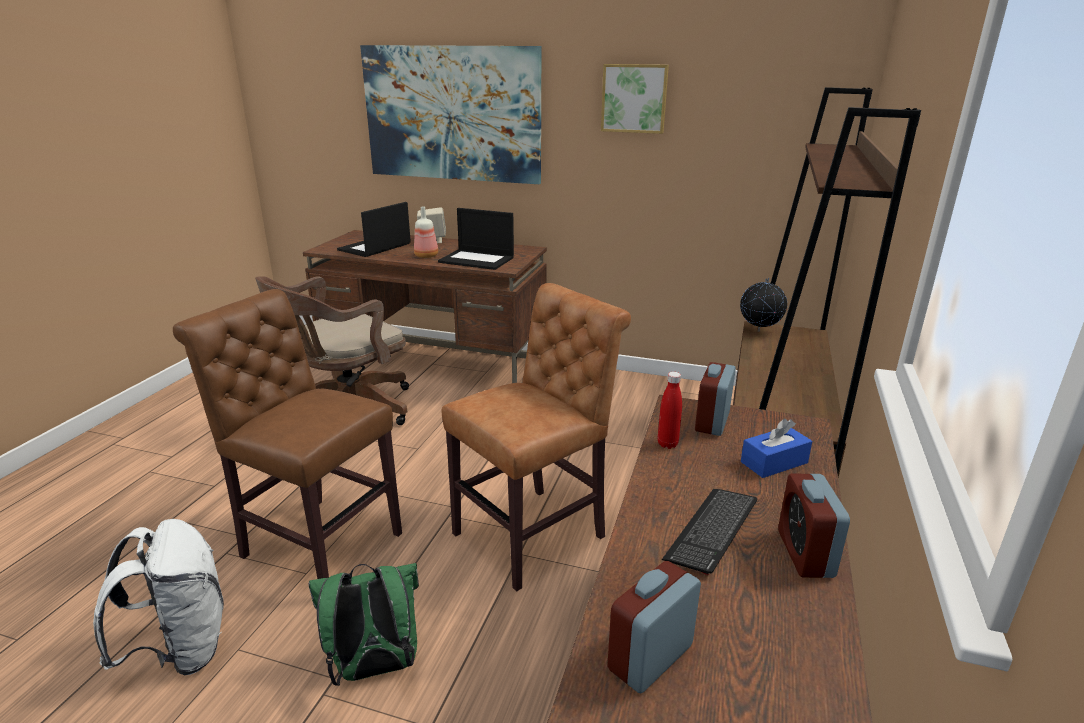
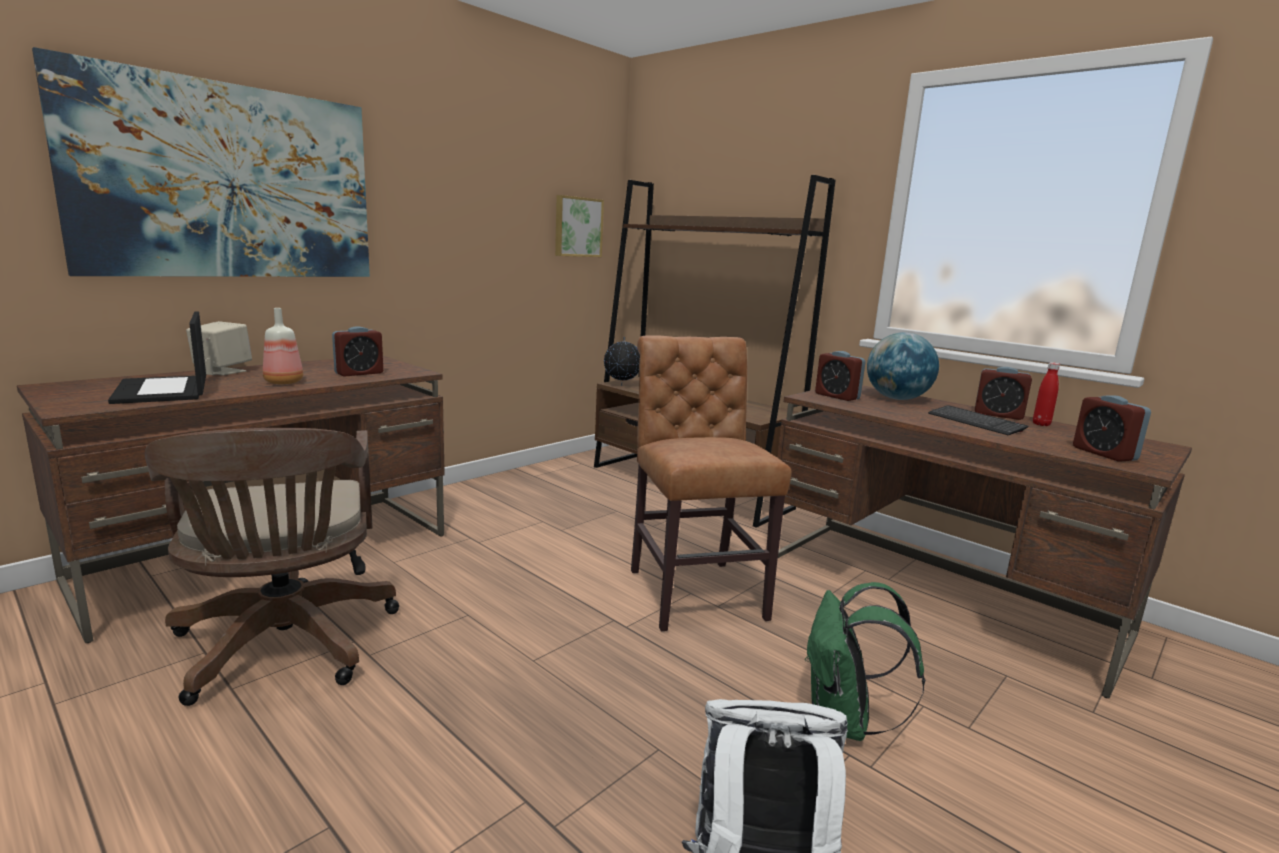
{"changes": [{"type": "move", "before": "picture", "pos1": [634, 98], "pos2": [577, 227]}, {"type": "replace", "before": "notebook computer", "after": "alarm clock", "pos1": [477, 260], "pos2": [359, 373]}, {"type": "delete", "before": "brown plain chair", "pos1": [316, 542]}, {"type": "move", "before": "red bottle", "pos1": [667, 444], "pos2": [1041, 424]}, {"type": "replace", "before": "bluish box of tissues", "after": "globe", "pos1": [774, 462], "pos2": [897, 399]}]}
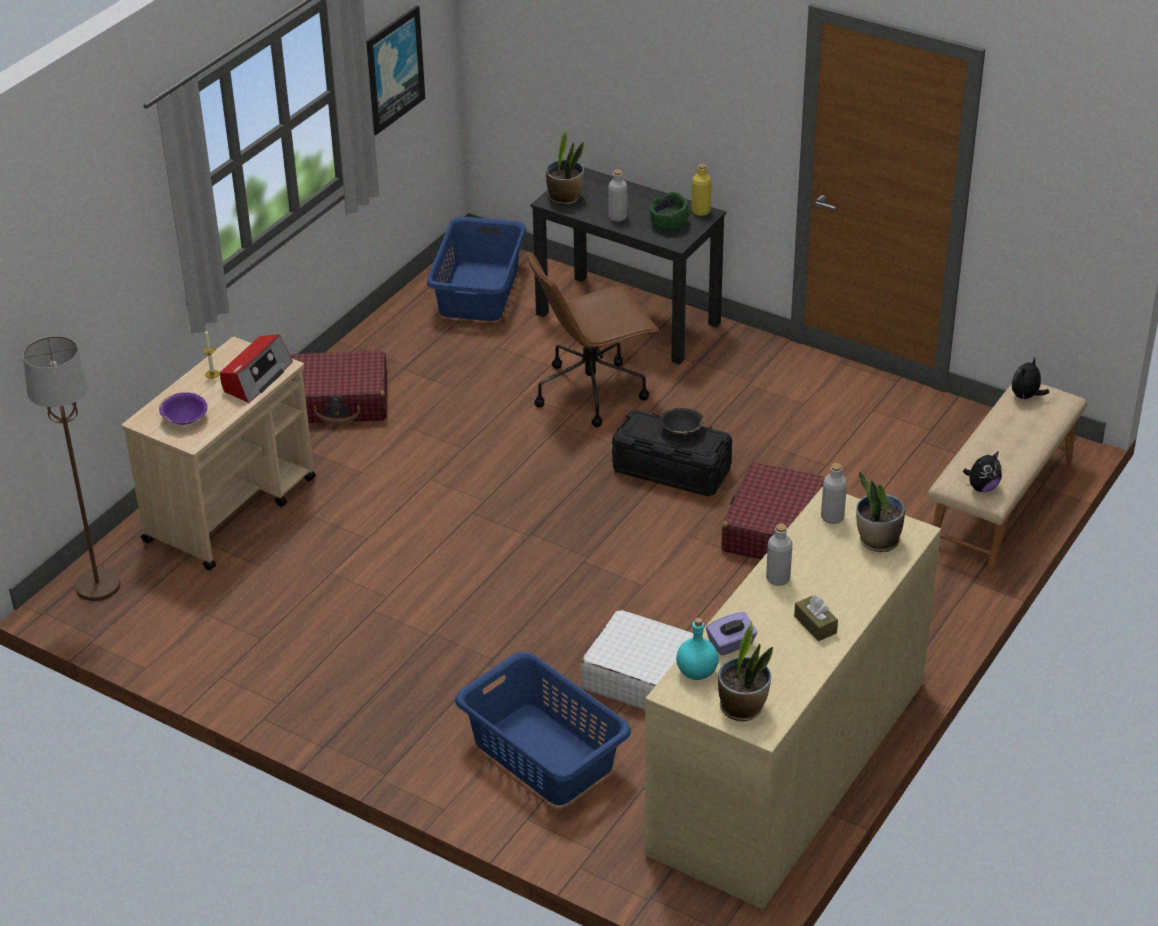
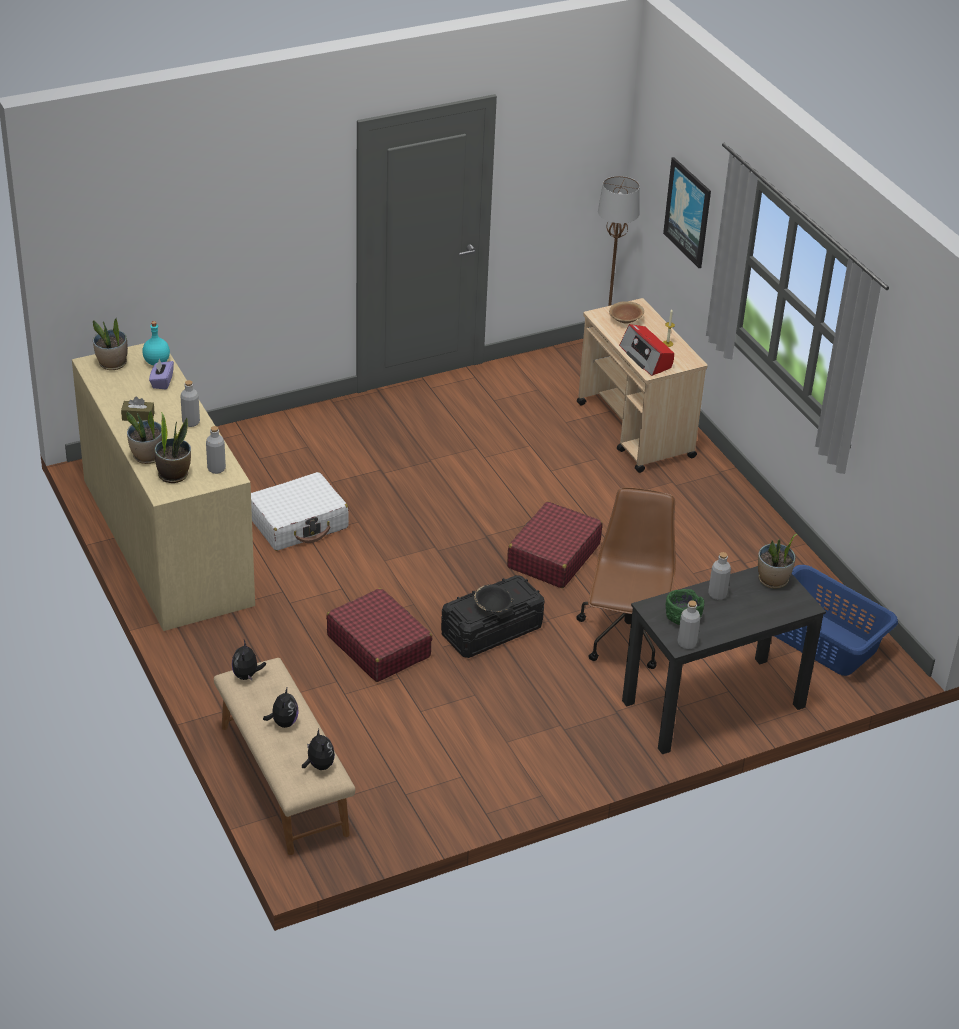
{"changes": [{"type": "move", "before": "picture", "pos1": [393, 69], "pos2": [688, 212]}, {"type": "recolor", "before": "yellow bottle", "after": "gray bottle", "pos1": [701, 211], "pos2": [686, 643]}, {"type": "move", "before": "red travel case", "pos1": [340, 401], "pos2": [553, 556]}, {"type": "recolor", "before": "purple-coloured bowl", "after": "brown bowl", "pos1": [185, 419], "pos2": [625, 319]}, {"type": "delete", "before": "bluish laundry basket", "pos1": [543, 755]}, {"type": "insert", "after": "houseplant", "pos2": [147, 456]}, {"type": "insert", "after": "plush toy", "pos2": [283, 722]}]}
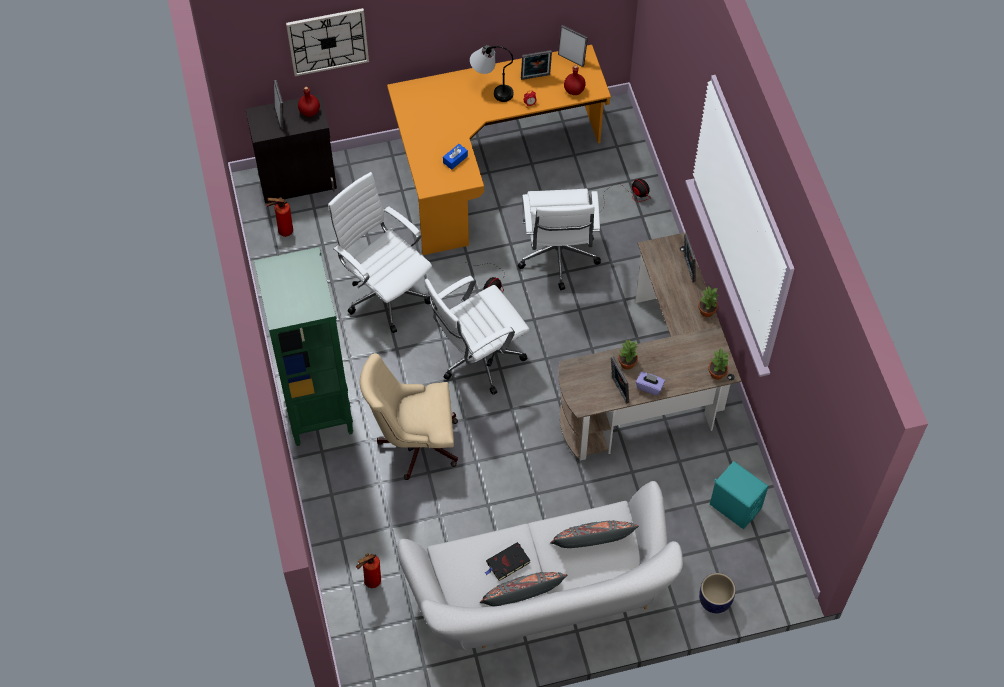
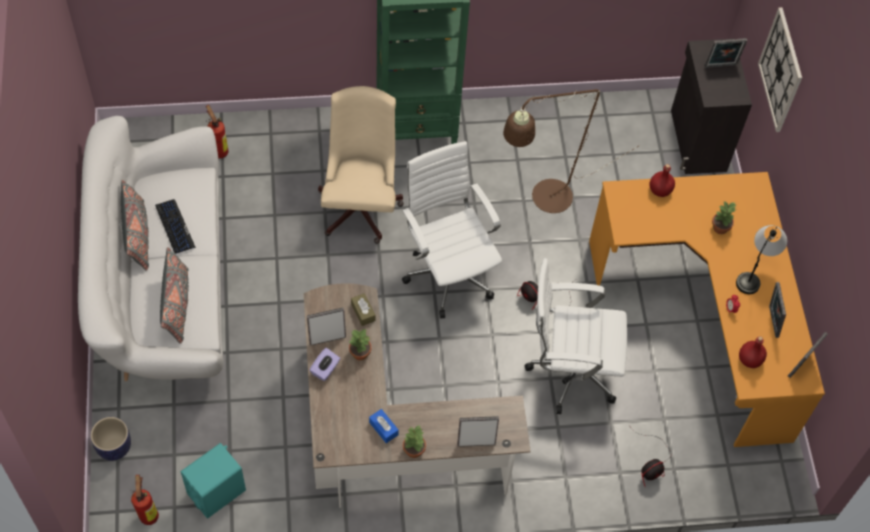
{"changes": [{"type": "move", "before": "red bottle", "pos1": [309, 112], "pos2": [660, 190]}, {"type": "move", "before": "bluish box of tissues", "pos1": [455, 159], "pos2": [383, 428]}, {"type": "replace", "before": "white-coloured computer chair", "after": "brown standard lamp", "pos1": [385, 293], "pos2": [543, 201]}, {"type": "move", "before": "extinguisher", "pos1": [283, 231], "pos2": [149, 514]}, {"type": "move", "before": "houseplant", "pos1": [717, 373], "pos2": [720, 228]}, {"type": "replace", "before": "black-coloured book", "after": "PC keyboard", "pos1": [507, 563], "pos2": [174, 227]}, {"type": "insert", "after": "brown box of tissues", "pos2": [363, 312]}]}
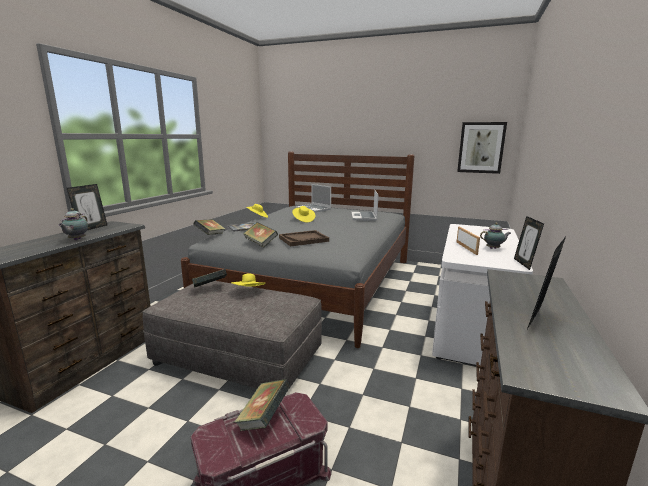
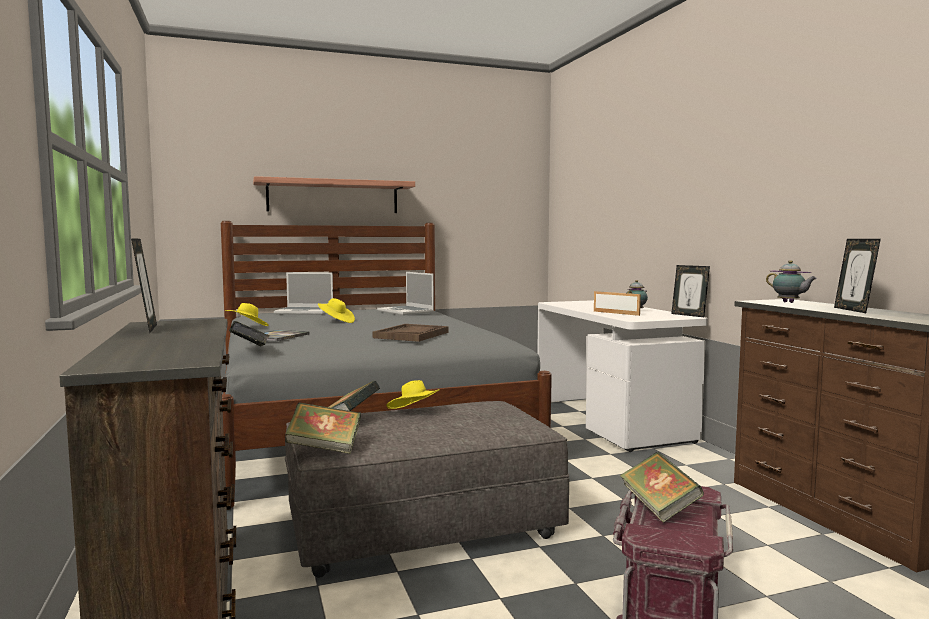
{"changes": [{"type": "delete", "before": "picture", "pos1": [481, 147]}, {"type": "move", "before": "tea pot", "pos1": [76, 240], "pos2": [789, 302]}, {"type": "move", "before": "book", "pos1": [260, 243], "pos2": [324, 448]}, {"type": "insert", "after": "shelf", "pos2": [333, 197]}]}
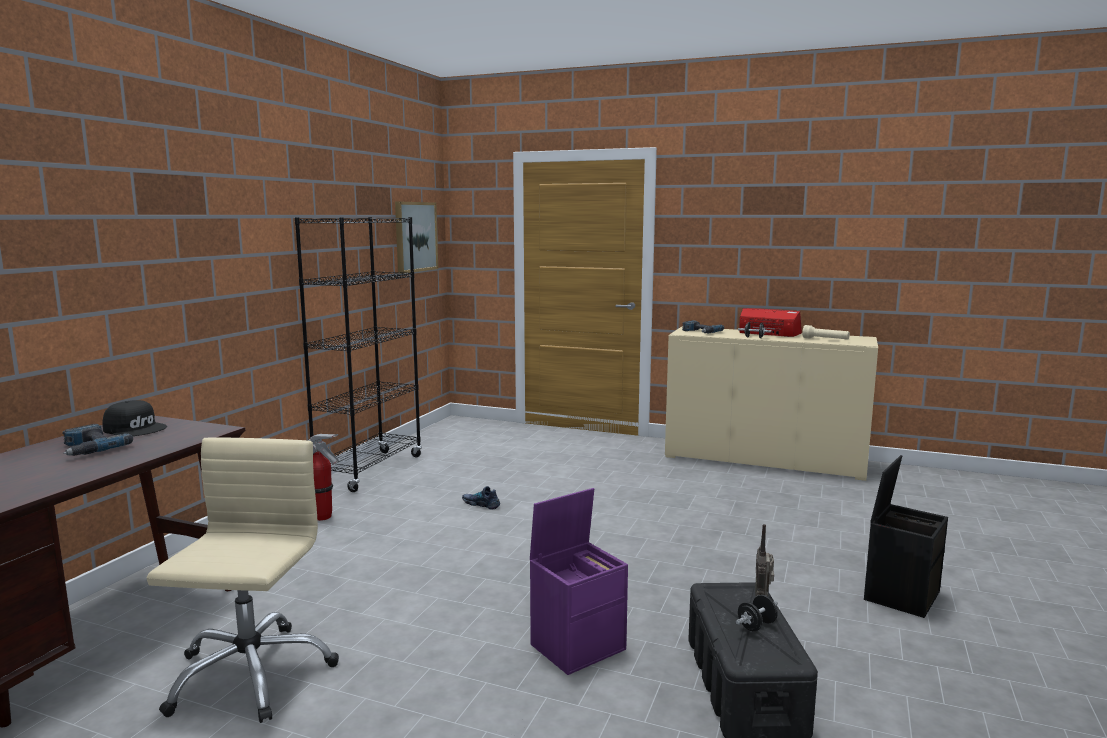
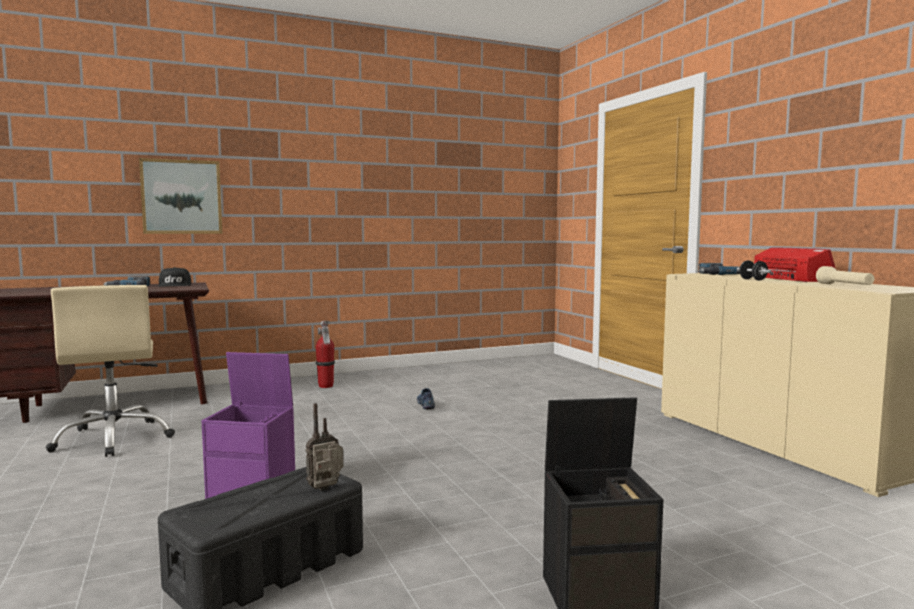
{"changes": [{"type": "move", "before": "picture", "pos1": [415, 236], "pos2": [181, 197]}, {"type": "delete", "before": "black-coloured bookcase", "pos1": [370, 470]}, {"type": "rotate", "before": "beige-coloured computer chair", "pos1": [250, 674], "pos2": [114, 438], "turn": 105}, {"type": "delete", "before": "black-coloured hand weight", "pos1": [756, 625]}]}
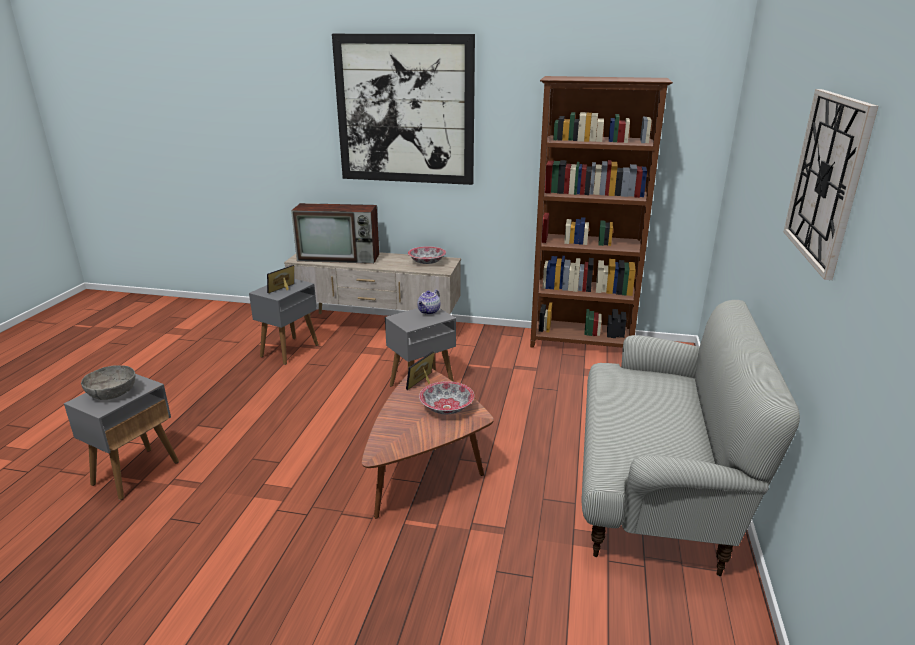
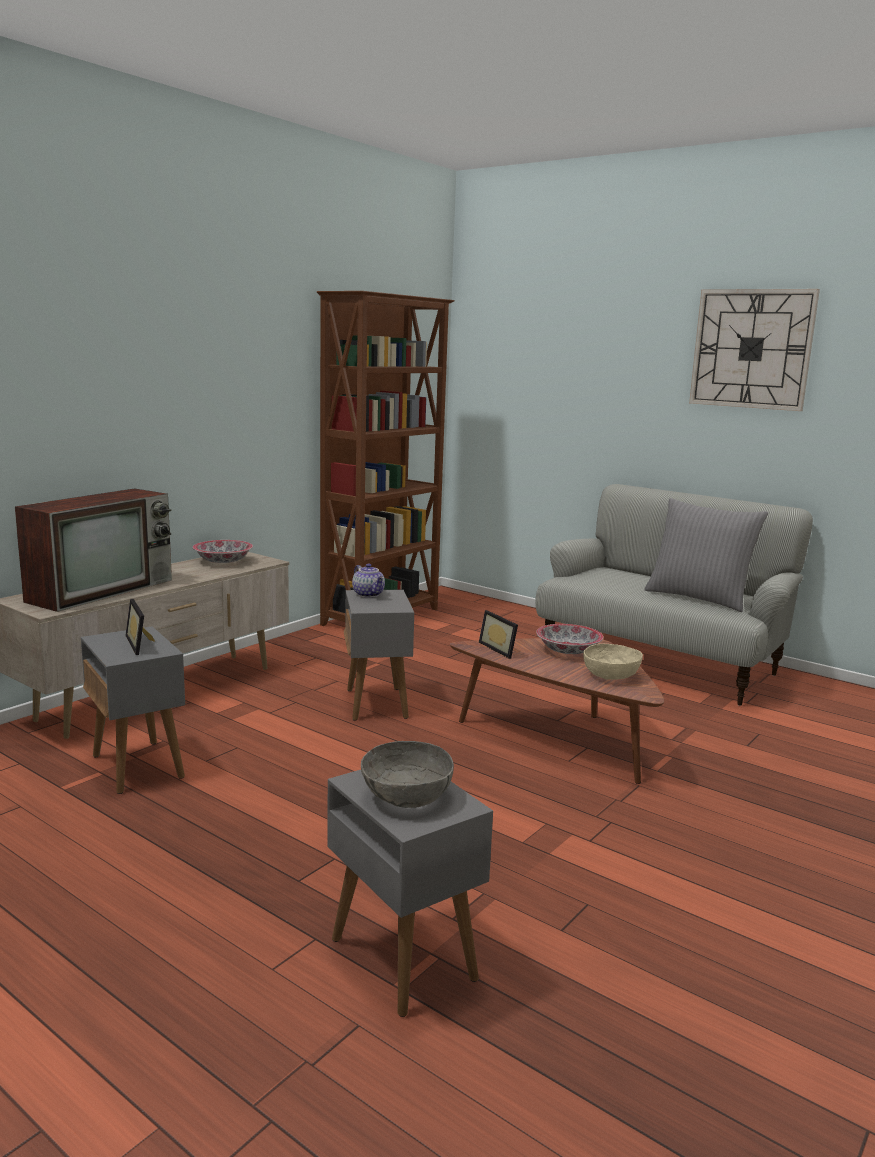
{"changes": [{"type": "delete", "before": "picture", "pos1": [405, 110]}, {"type": "insert", "after": "gray cushion", "pos2": [698, 598]}, {"type": "insert", "after": "beige-coloured bowl", "pos2": [611, 675]}]}
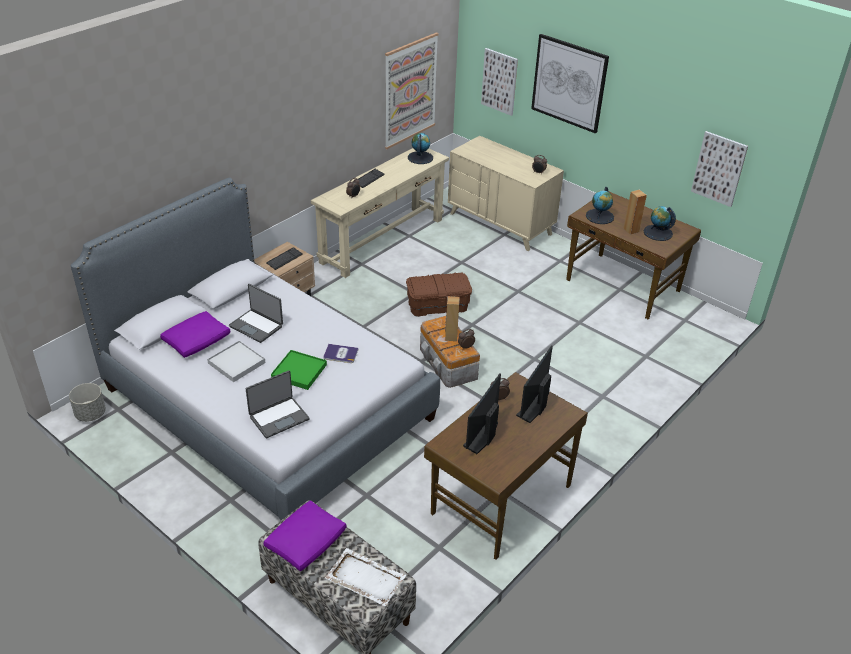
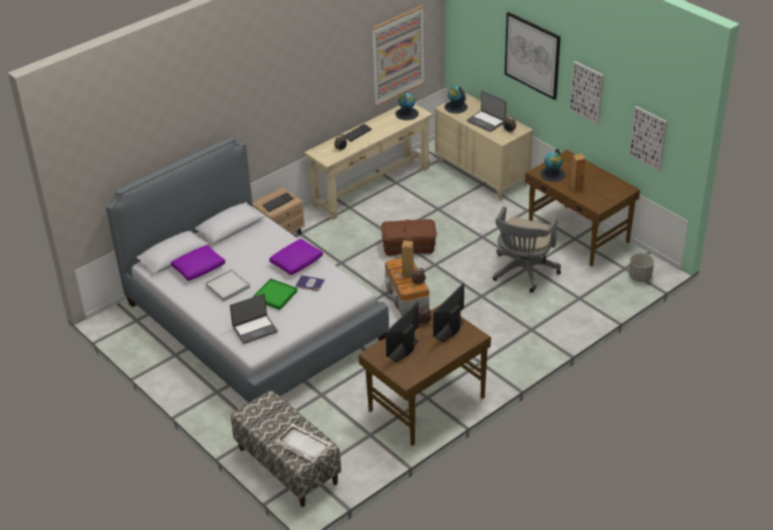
{"changes": [{"type": "move", "before": "picture", "pos1": [499, 81], "pos2": [587, 92]}, {"type": "move", "before": "globe", "pos1": [657, 233], "pos2": [455, 107]}, {"type": "move", "before": "notebook computer", "pos1": [257, 326], "pos2": [486, 121]}, {"type": "move", "before": "gray plant pot", "pos1": [91, 414], "pos2": [640, 277]}, {"type": "move", "before": "purple-coloured cushion", "pos1": [306, 541], "pos2": [297, 262]}, {"type": "insert", "after": "gray computer chair", "pos2": [523, 273]}]}
